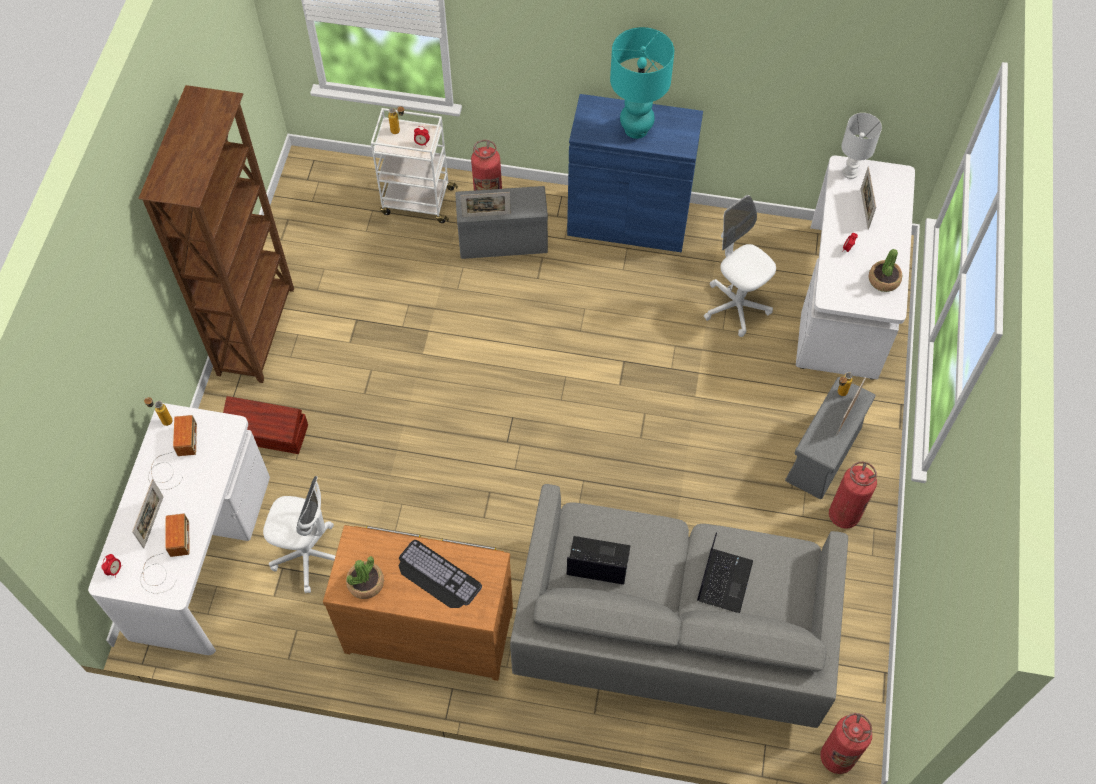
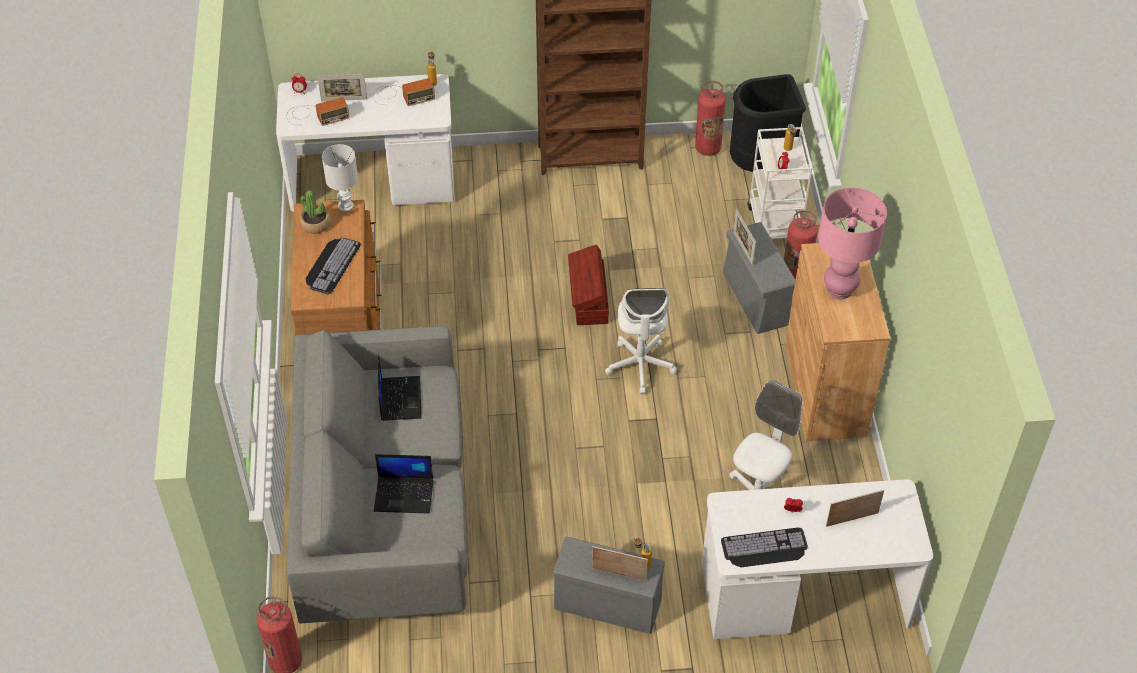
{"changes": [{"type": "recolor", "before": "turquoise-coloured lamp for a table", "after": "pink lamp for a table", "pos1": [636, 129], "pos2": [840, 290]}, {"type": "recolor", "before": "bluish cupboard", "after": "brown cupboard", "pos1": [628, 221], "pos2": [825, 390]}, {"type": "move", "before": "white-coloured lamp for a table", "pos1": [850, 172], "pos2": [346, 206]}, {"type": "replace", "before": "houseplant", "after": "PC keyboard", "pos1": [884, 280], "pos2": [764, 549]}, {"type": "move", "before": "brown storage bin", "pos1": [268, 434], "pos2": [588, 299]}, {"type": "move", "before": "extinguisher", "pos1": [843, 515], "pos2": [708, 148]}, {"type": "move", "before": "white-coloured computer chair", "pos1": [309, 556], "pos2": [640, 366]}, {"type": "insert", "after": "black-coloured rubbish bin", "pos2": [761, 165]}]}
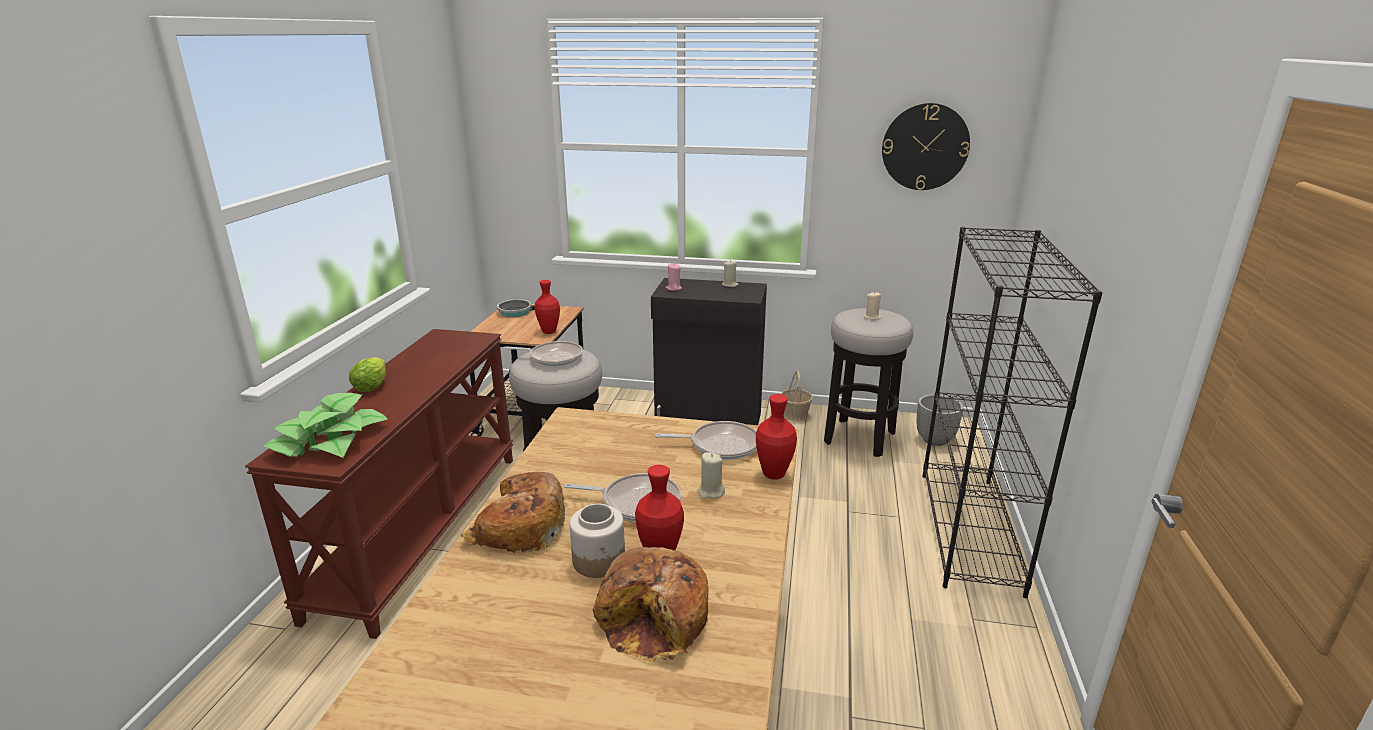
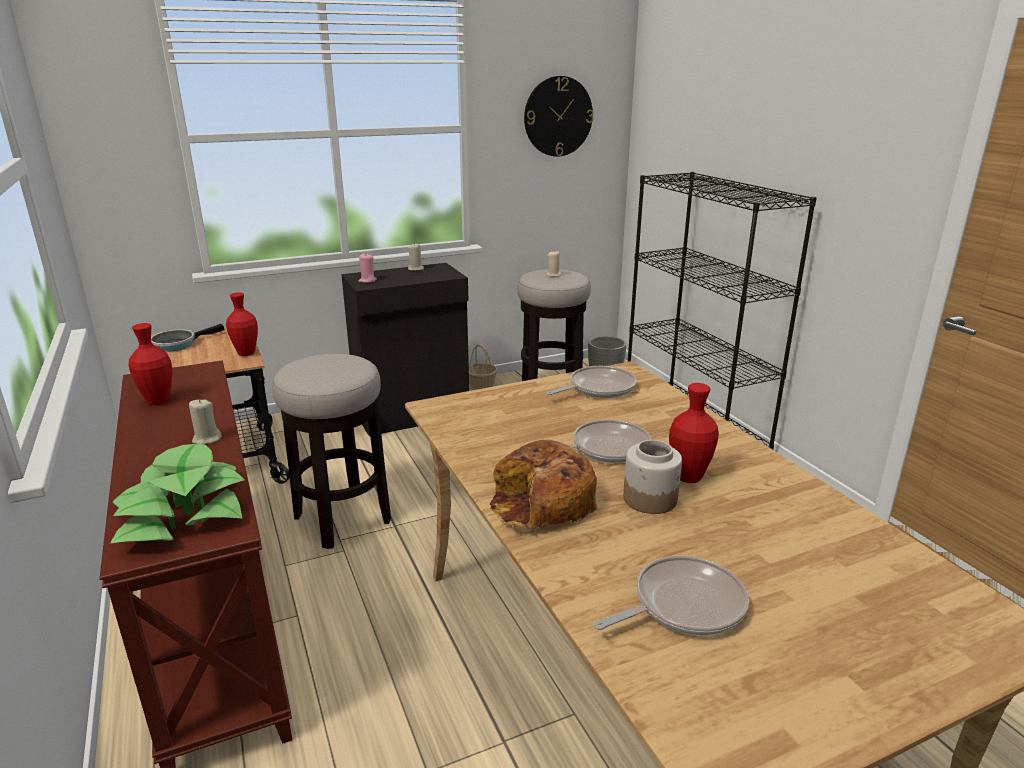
{"changes": [{"type": "move", "before": "frying pan", "pos1": [553, 358], "pos2": [682, 605]}, {"type": "delete", "before": "head of lettuce", "pos1": [373, 385]}, {"type": "move", "before": "red decorative vase", "pos1": [774, 474], "pos2": [158, 401]}, {"type": "move", "before": "beige-coloured wax light", "pos1": [710, 492], "pos2": [206, 439]}, {"type": "delete", "before": "bread", "pos1": [655, 618]}]}
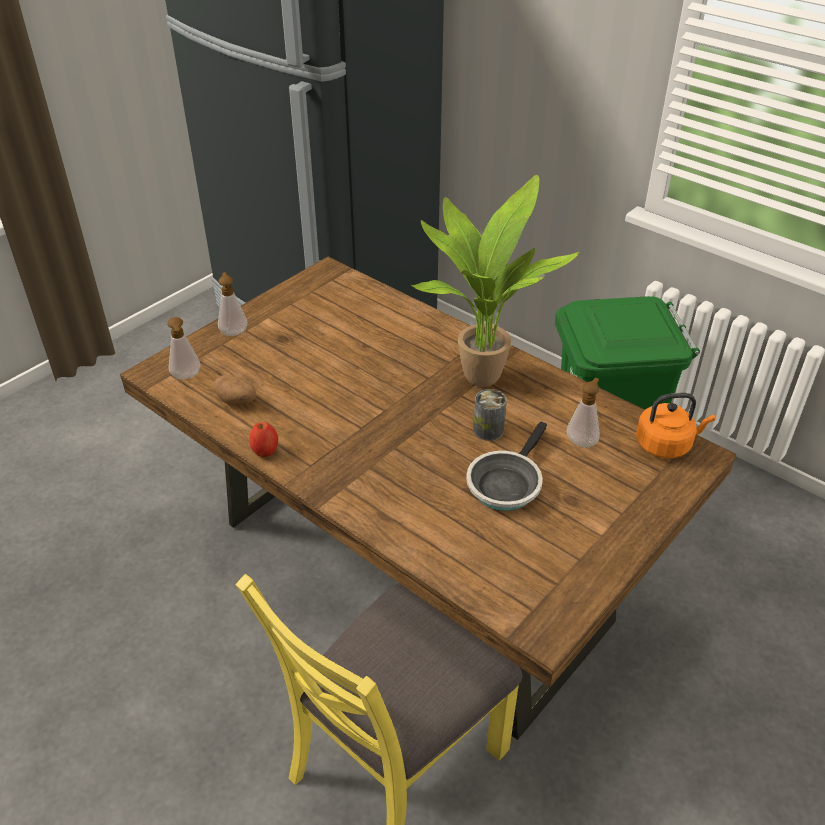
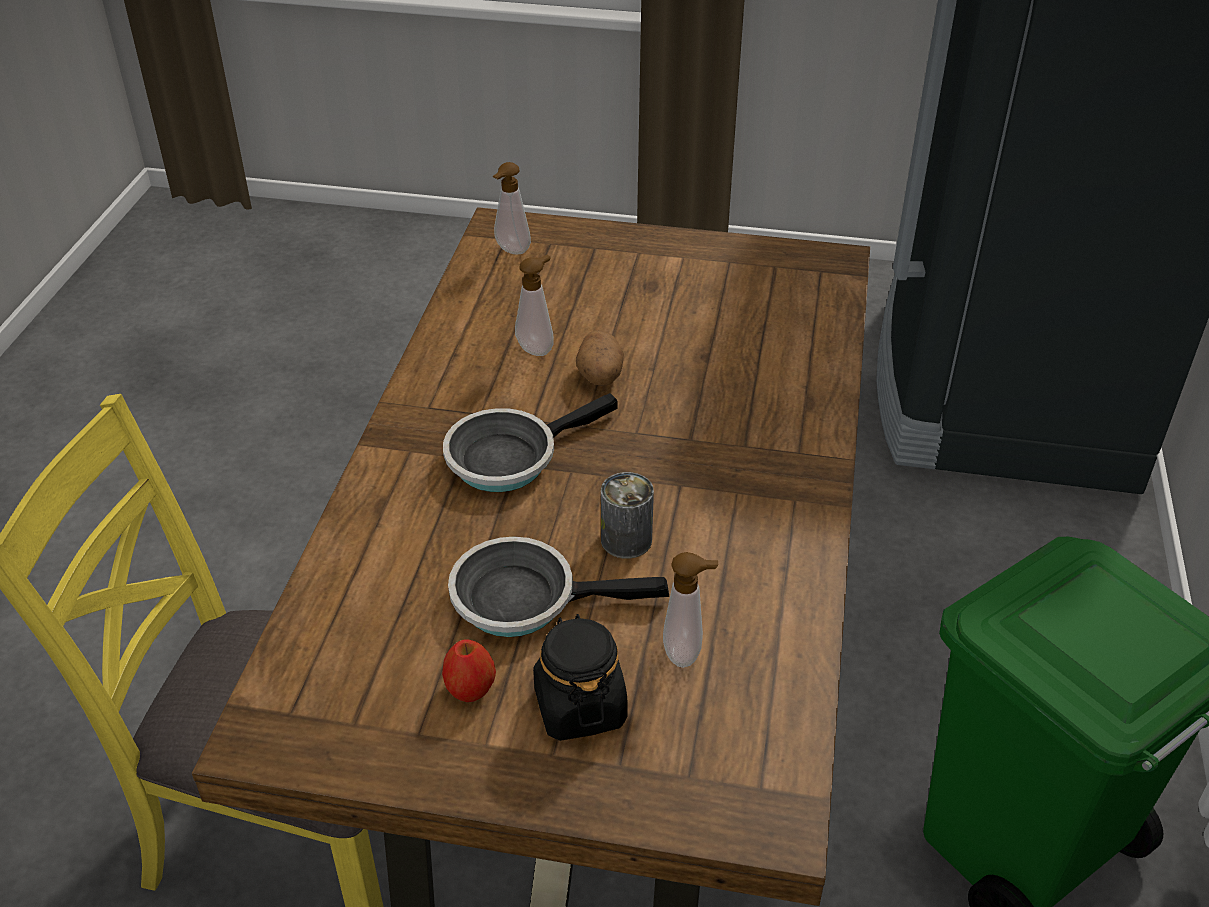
{"changes": [{"type": "delete", "before": "houseplant", "pos1": [478, 374]}, {"type": "move", "before": "liquid soap bottle", "pos1": [233, 331], "pos2": [537, 348]}, {"type": "move", "before": "spud", "pos1": [237, 401], "pos2": [600, 377]}, {"type": "delete", "before": "orangey kettle", "pos1": [666, 445]}, {"type": "move", "before": "whole apple", "pos1": [265, 451], "pos2": [470, 690]}, {"type": "insert", "after": "frying pan", "pos2": [509, 457]}, {"type": "insert", "after": "black-coloured preserve jar", "pos2": [579, 707]}]}
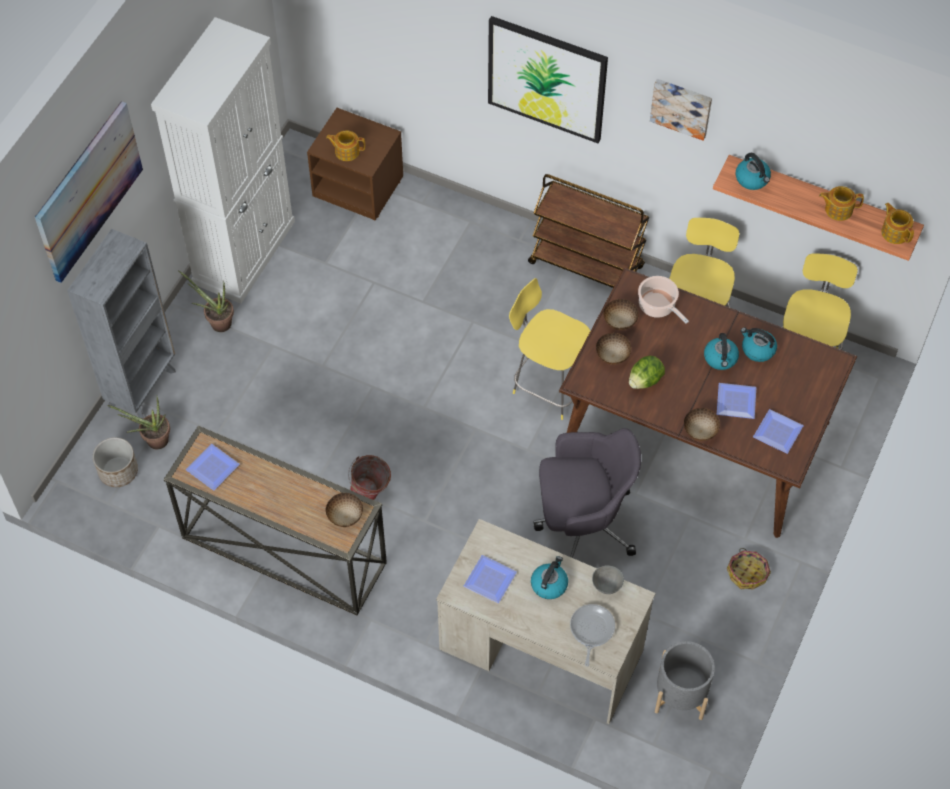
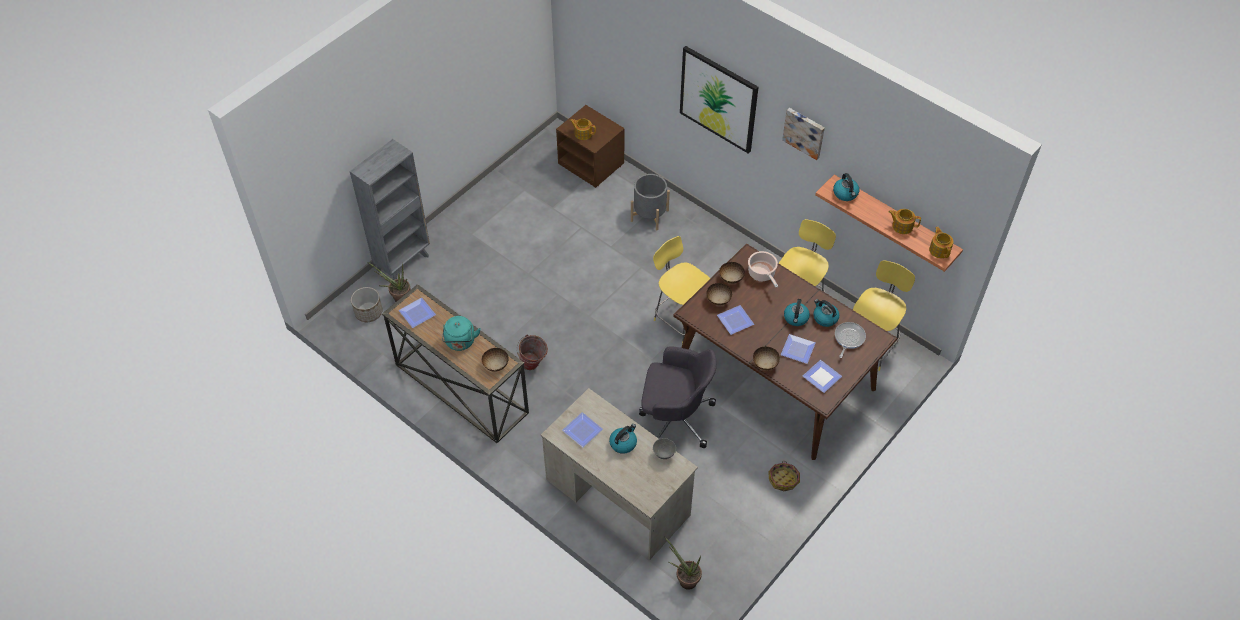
{"changes": [{"type": "delete", "before": "white-coloured cupboard", "pos1": [244, 252]}, {"type": "delete", "before": "picture", "pos1": [88, 191]}, {"type": "delete", "before": "brown wheeled cart", "pos1": [587, 265]}, {"type": "move", "before": "houseplant", "pos1": [216, 322], "pos2": [684, 579]}, {"type": "replace", "before": "head of lettuce", "after": "dinner plate", "pos1": [645, 380], "pos2": [736, 321]}, {"type": "move", "before": "frying pan", "pos1": [591, 630], "pos2": [848, 338]}, {"type": "move", "before": "gray plant pot", "pos1": [680, 694], "pos2": [649, 215]}, {"type": "insert", "after": "turquoise-coloured kettle", "pos2": [460, 342]}]}
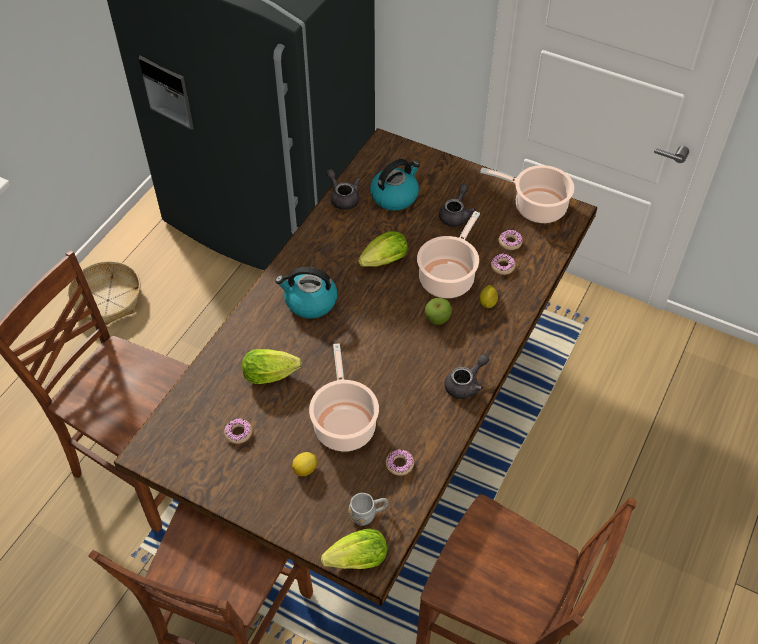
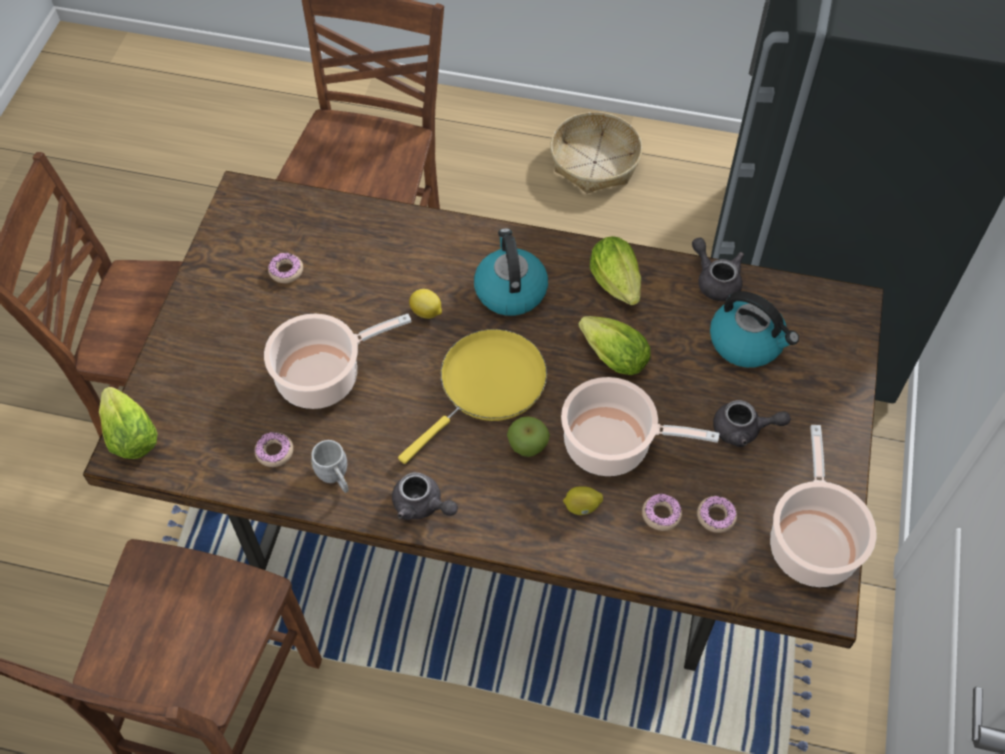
{"changes": [{"type": "rotate", "before": "gray tea pot", "pos1": [343, 197], "pos2": [715, 280], "turn": -75}, {"type": "move", "before": "head of lettuce", "pos1": [273, 375], "pos2": [617, 287]}, {"type": "move", "before": "citrus fruit", "pos1": [306, 469], "pos2": [426, 312]}, {"type": "move", "before": "gray coffee mug", "pos1": [368, 515], "pos2": [335, 478]}, {"type": "insert", "after": "yellow frying pan", "pos2": [487, 386]}]}
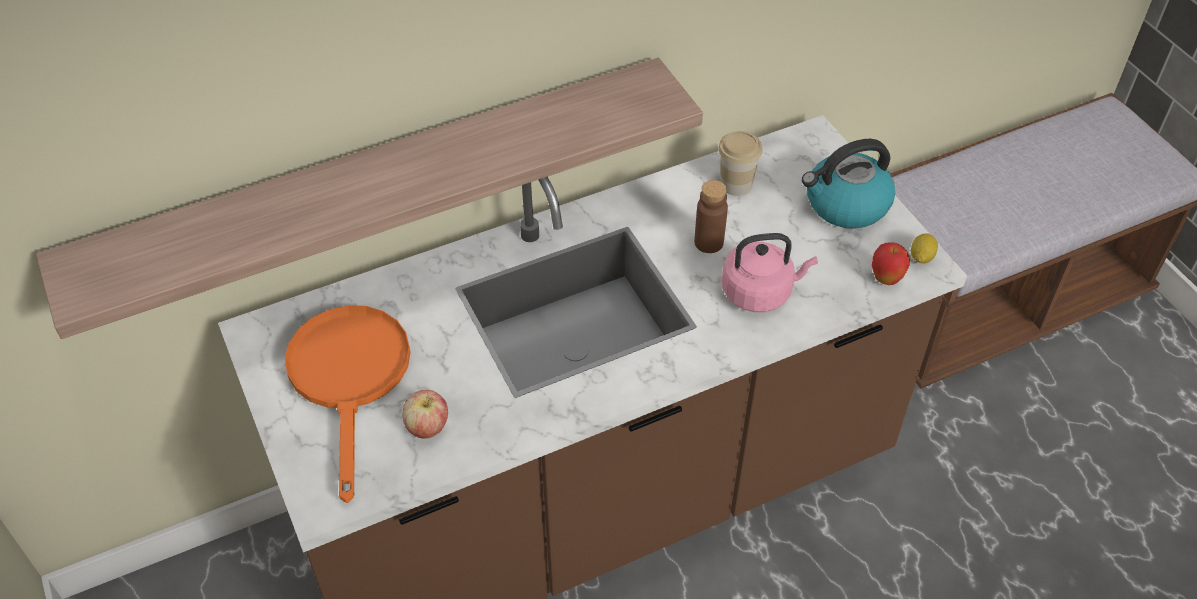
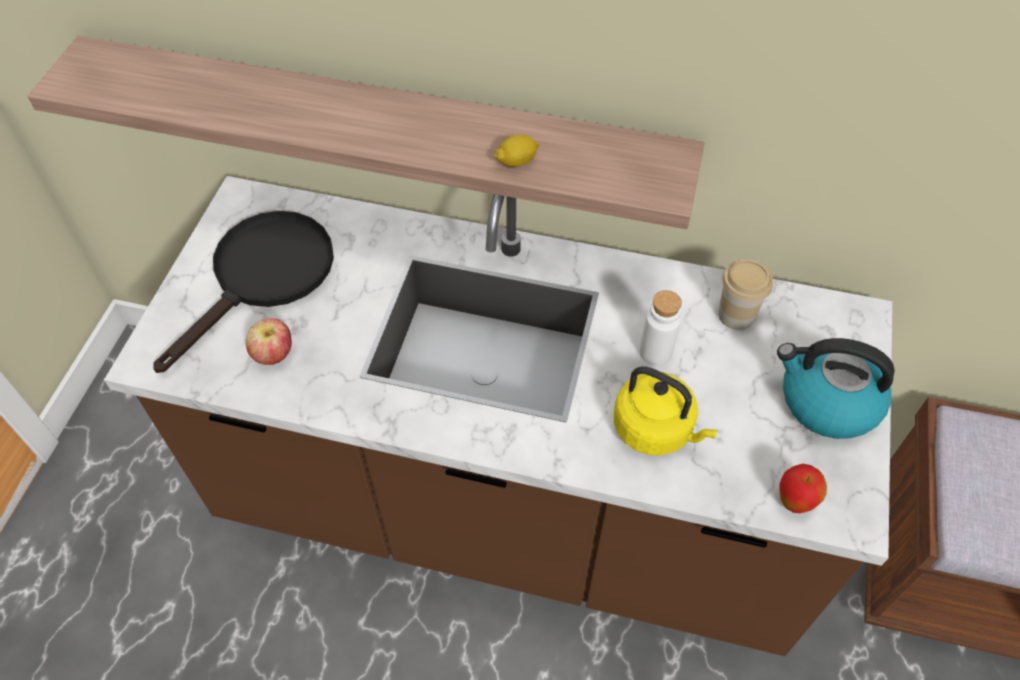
{"changes": [{"type": "recolor", "before": "brown bottle", "after": "white-coloured bottle", "pos1": [708, 242], "pos2": [655, 352]}, {"type": "recolor", "before": "pink kettle", "after": "yellow kettle", "pos1": [760, 292], "pos2": [656, 429]}, {"type": "move", "before": "citrus fruit", "pos1": [921, 256], "pos2": [517, 161]}, {"type": "recolor", "before": "orangey frying pan", "after": "black-coloured frying pan", "pos1": [350, 379], "pos2": [264, 277]}]}
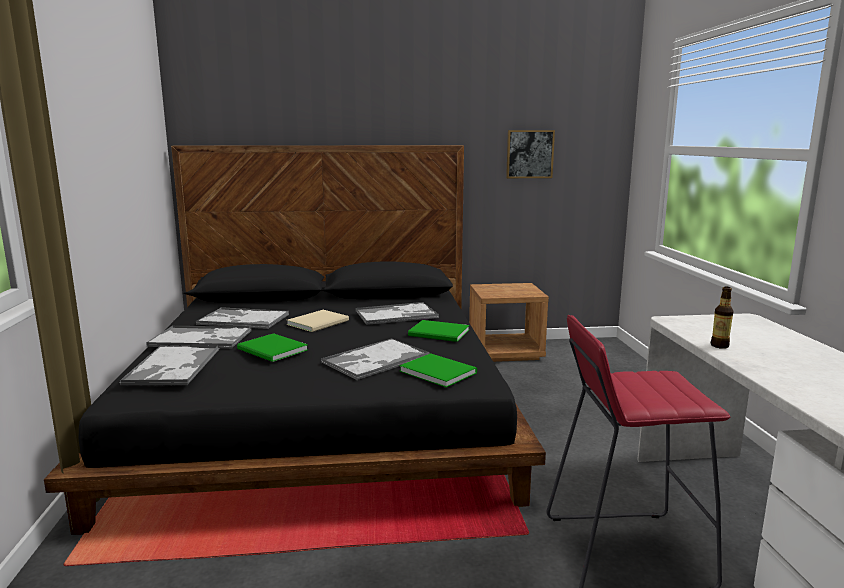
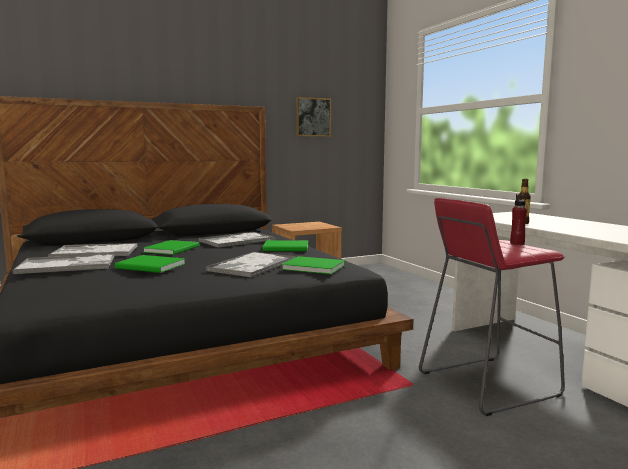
{"changes": [{"type": "recolor", "before": "beige-coloured book", "after": "green-coloured book", "pos1": [320, 322], "pos2": [174, 249]}, {"type": "delete", "before": "tray", "pos1": [173, 367]}, {"type": "insert", "after": "red bottle", "pos2": [517, 243]}]}
